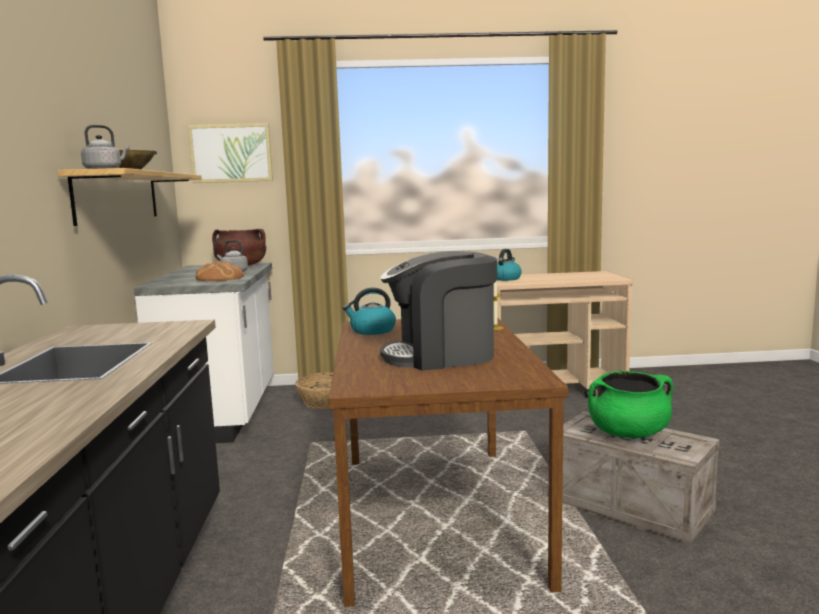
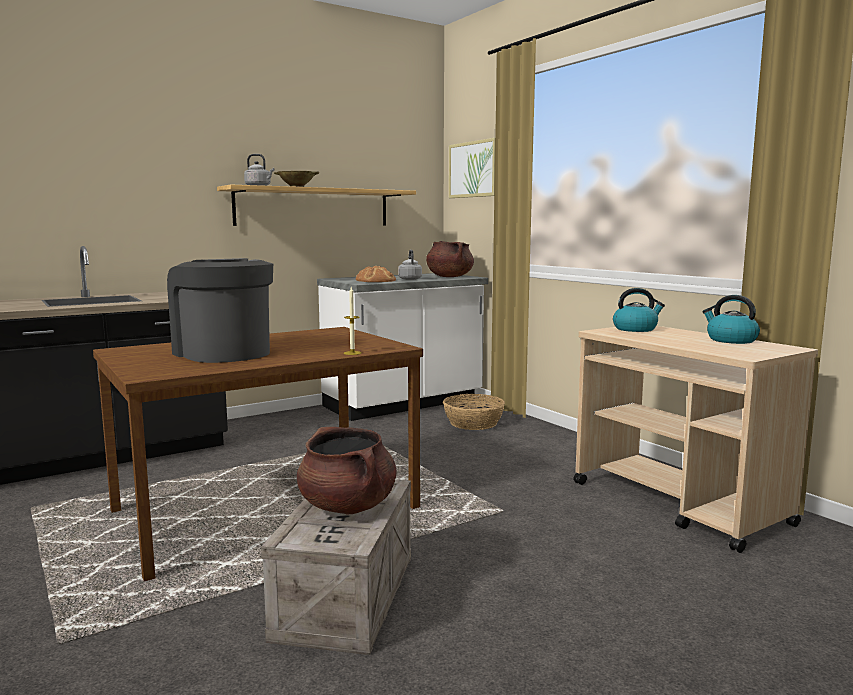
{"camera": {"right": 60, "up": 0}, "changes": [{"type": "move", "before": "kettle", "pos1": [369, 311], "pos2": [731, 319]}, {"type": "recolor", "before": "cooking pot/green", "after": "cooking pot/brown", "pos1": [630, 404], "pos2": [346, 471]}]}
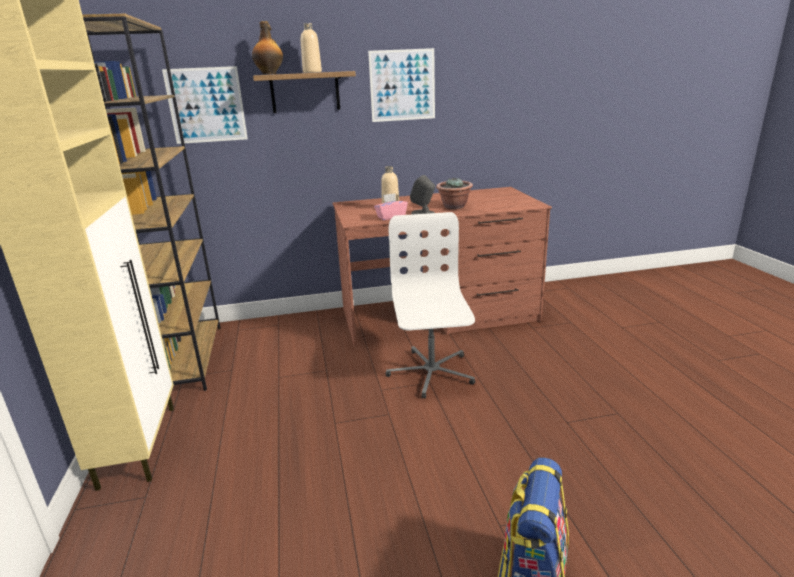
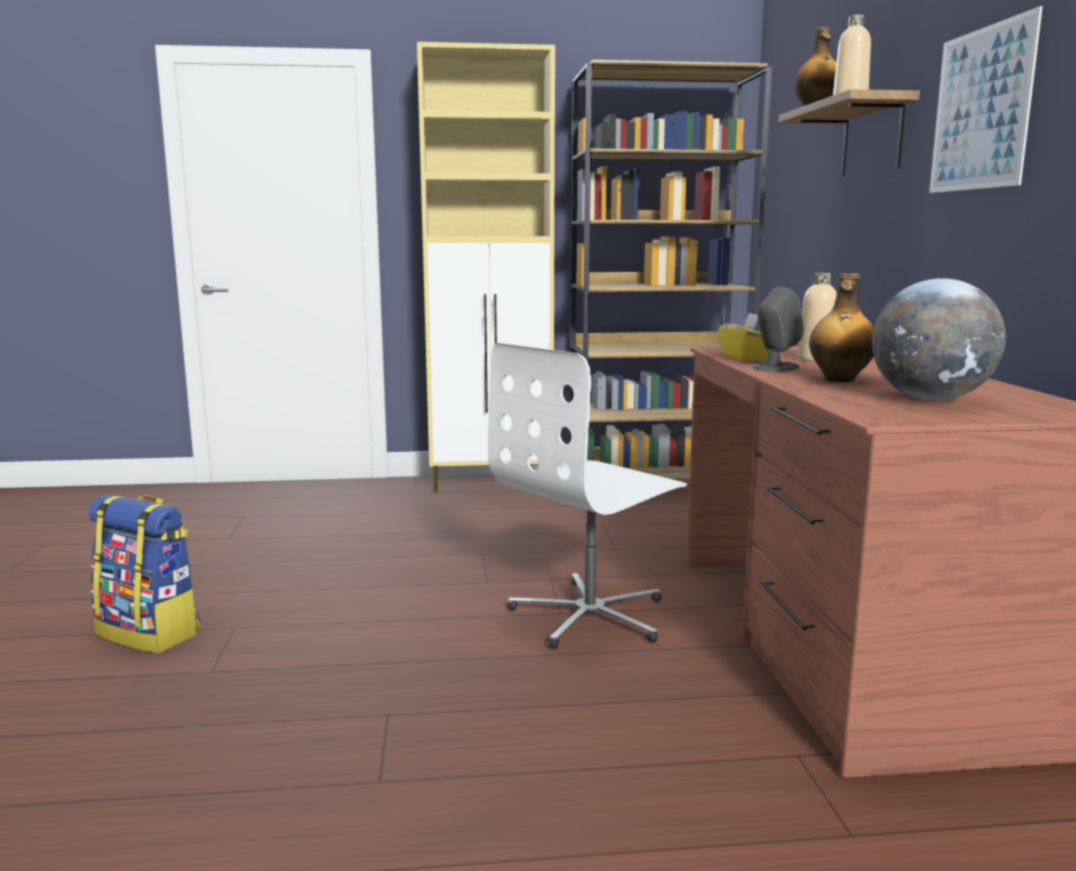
{"camera": {"right": 95, "up": -10}, "changes": [{"type": "delete", "before": "picture", "pos1": [205, 105]}, {"type": "insert", "after": "globe", "pos2": [939, 339]}, {"type": "replace", "before": "potted plant", "after": "bottle", "pos1": [454, 193], "pos2": [841, 327]}, {"type": "recolor", "before": "tissue box/pink", "after": "tissue box/yellow", "pos1": [391, 206], "pos2": [744, 337]}, {"type": "rotate", "before": "office chair/white", "pos1": [430, 305], "pos2": [587, 496], "turn": 135}]}
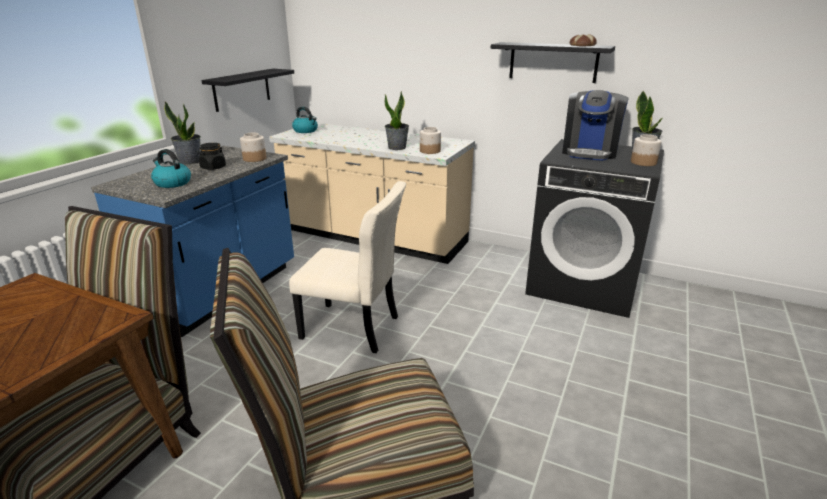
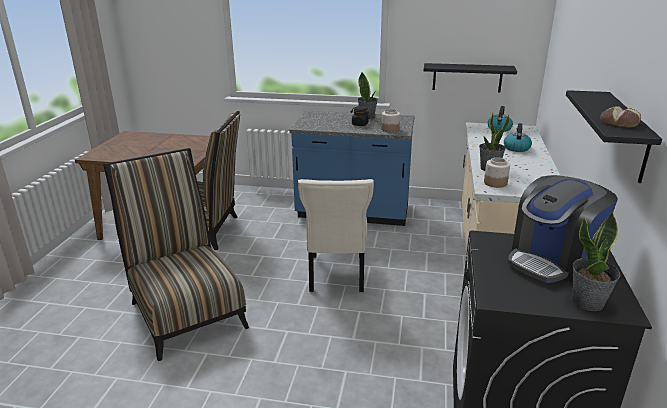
{"camera": {"right": 75, "up": 0}, "changes": [{"type": "delete", "before": "jar", "pos1": [646, 150]}, {"type": "move", "before": "kettle", "pos1": [171, 168], "pos2": [518, 137]}, {"type": "rotate", "before": "coffee machine", "pos1": [595, 125], "pos2": [563, 229], "turn": -45}]}
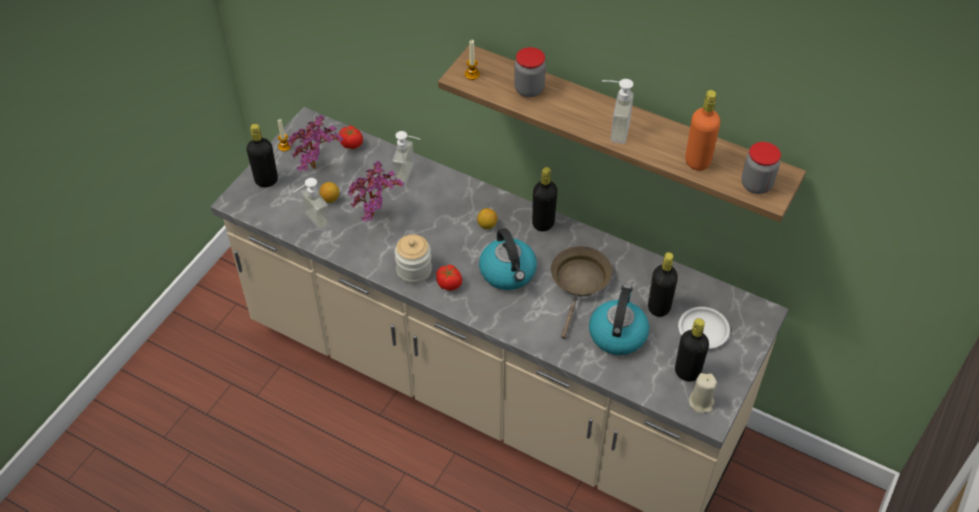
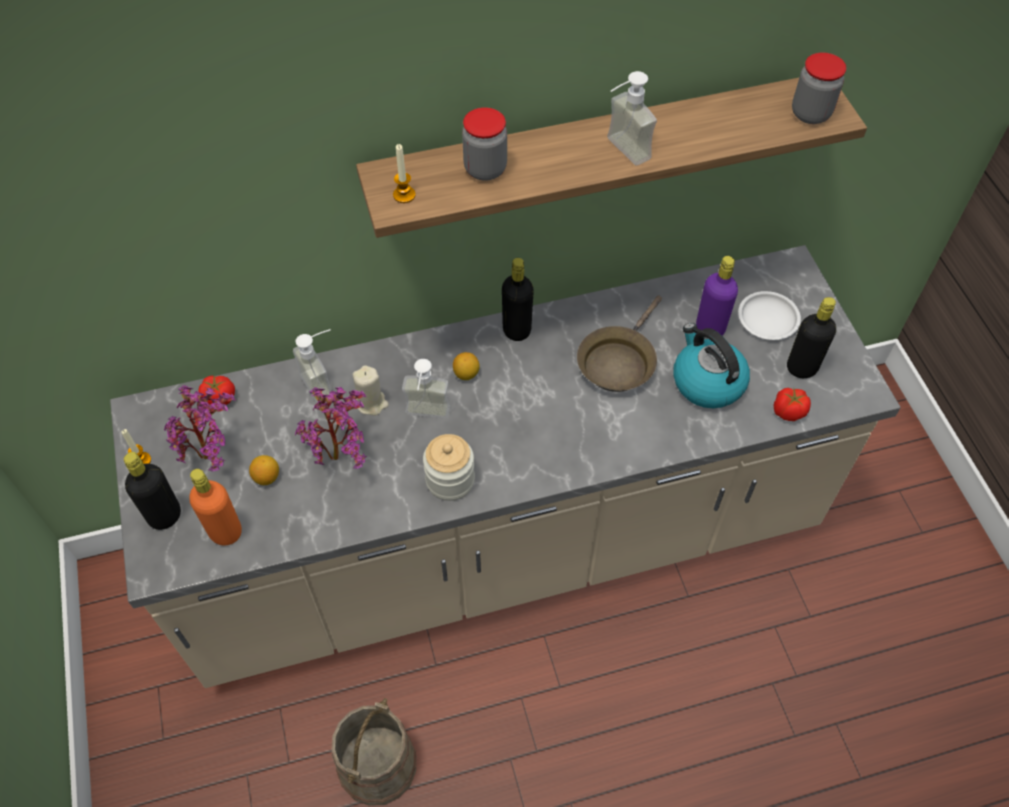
{"camera": {"right": -45, "up": 5}, "changes": [{"type": "delete", "before": "kettle", "pos1": [508, 259]}, {"type": "insert", "after": "bucket/beige", "pos2": [374, 752]}, {"type": "move", "before": "soap dispenser", "pos1": [312, 204], "pos2": [426, 389]}, {"type": "move", "before": "tomato", "pos1": [449, 278], "pos2": [792, 404]}, {"type": "move", "before": "bottle/orange", "pos1": [702, 130], "pos2": [215, 507]}, {"type": "move", "before": "candle/beige", "pos1": [703, 393], "pos2": [371, 390]}, {"type": "recolor", "before": "bottle/black", "after": "bottle/purple", "pos1": [663, 284], "pos2": [717, 296]}, {"type": "rotate", "before": "frying pan/brown", "pos1": [581, 292], "pos2": [619, 343], "turn": -120}]}
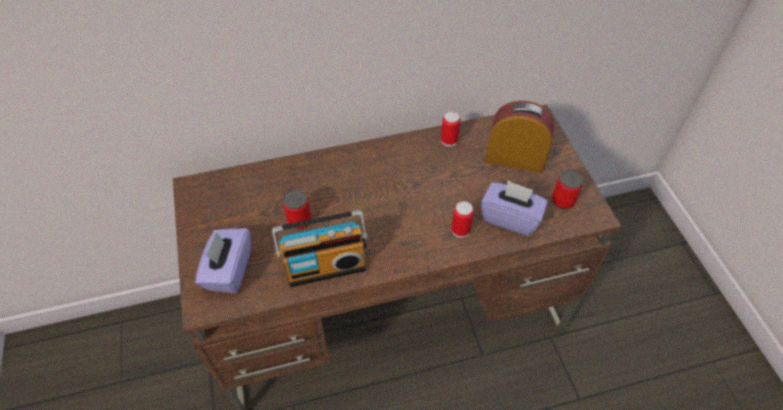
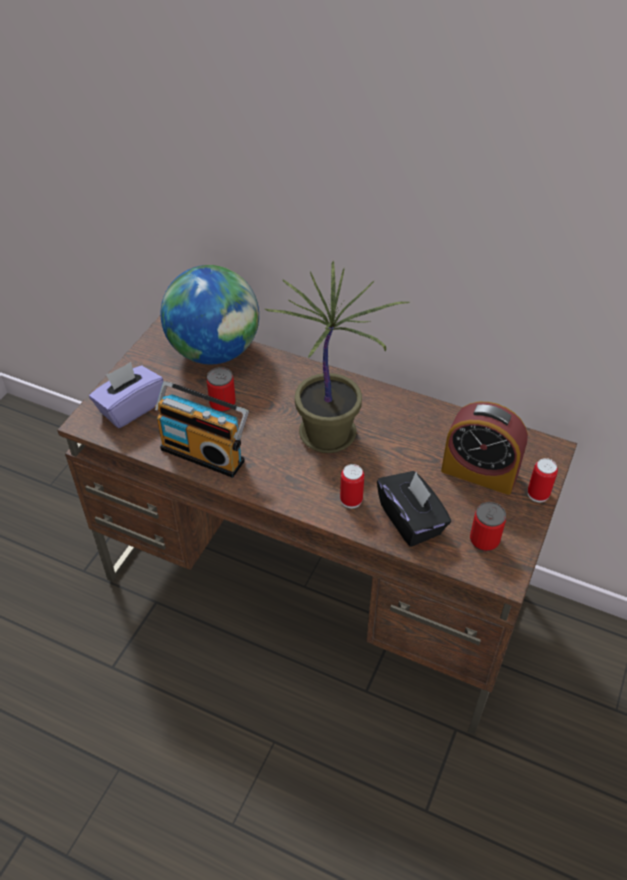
{"camera": {"right": 40, "up": -5}, "changes": [{"type": "insert", "after": "globe", "pos2": [209, 314]}, {"type": "insert", "after": "potted plant", "pos2": [337, 357]}, {"type": "move", "before": "can", "pos1": [450, 129], "pos2": [543, 480]}, {"type": "recolor", "before": "tissue box/purple", "after": "tissue box/black", "pos1": [514, 208], "pos2": [414, 509]}, {"type": "rotate", "before": "alarm clock", "pos1": [520, 136], "pos2": [484, 448], "turn": 150}]}
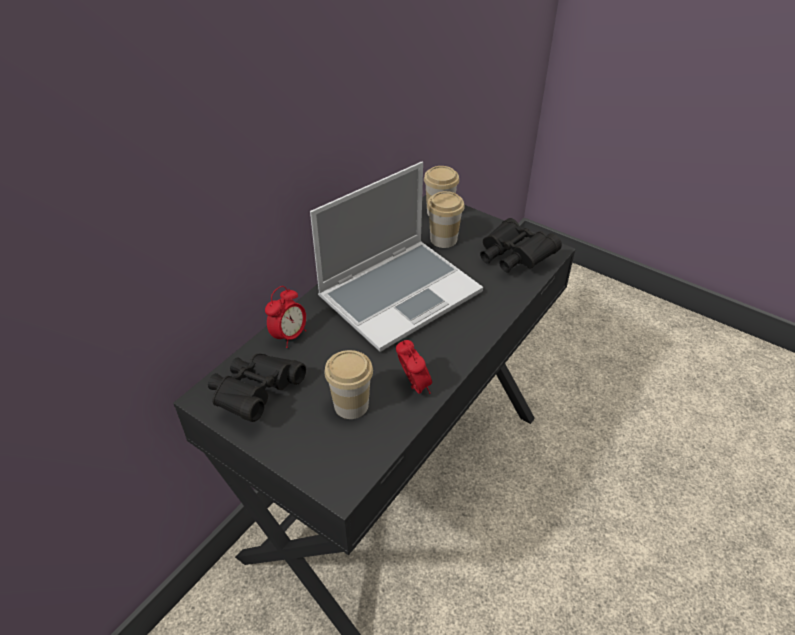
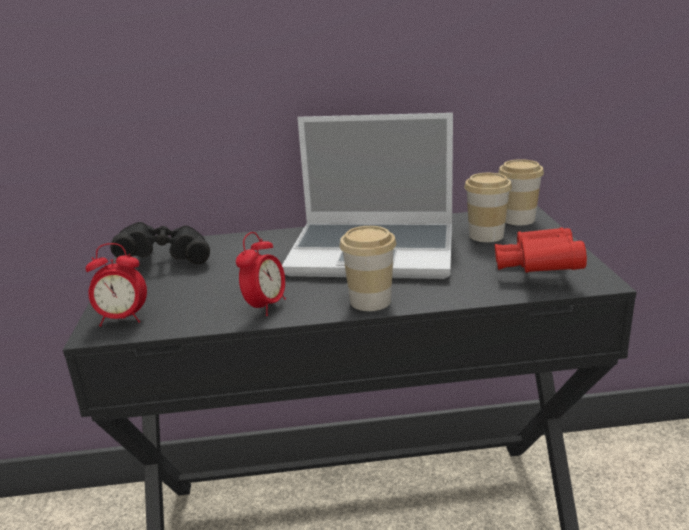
{"camera": {"right": 50, "up": -20}, "changes": [{"type": "move", "before": "alarm clock", "pos1": [286, 317], "pos2": [116, 285]}, {"type": "move", "before": "cup", "pos1": [348, 384], "pos2": [368, 268]}, {"type": "recolor", "before": "binoculars/black", "after": "binoculars/red", "pos1": [521, 245], "pos2": [541, 250]}]}
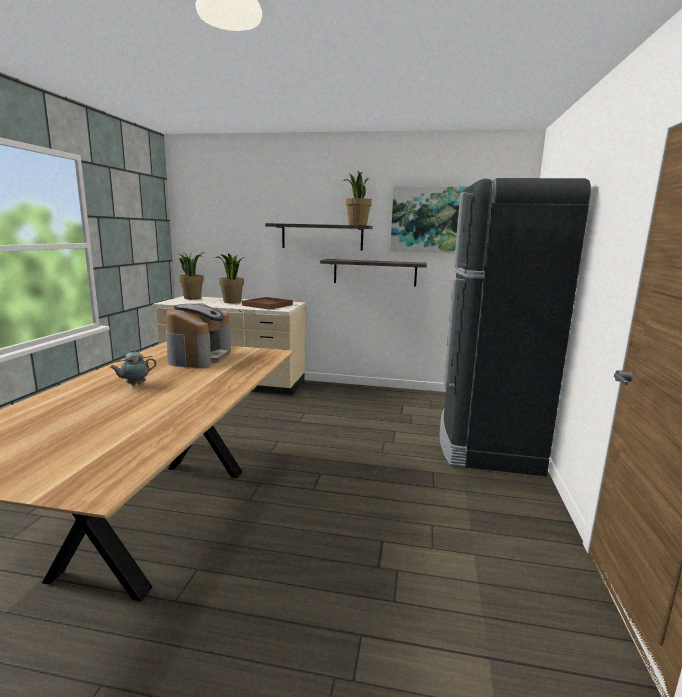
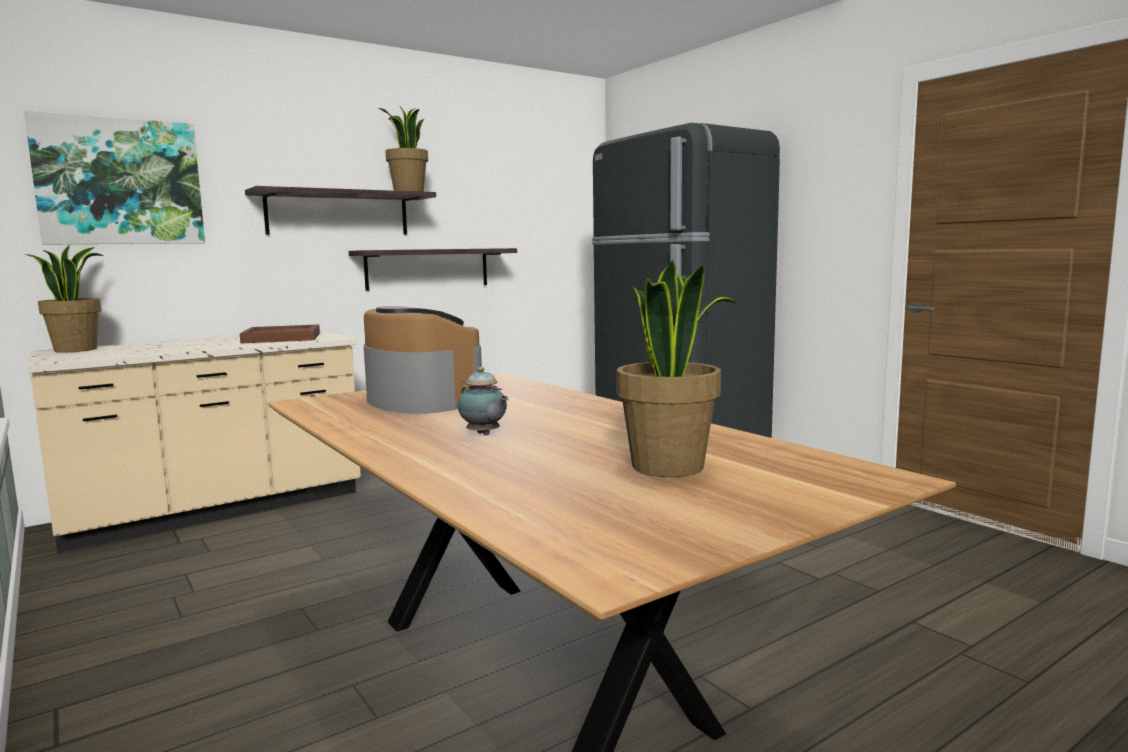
{"camera": {"right": -45, "up": -5}, "changes": [{"type": "move", "before": "potted plant", "pos1": [230, 278], "pos2": [677, 368]}, {"type": "move", "before": "picture", "pos1": [429, 219], "pos2": [114, 178]}, {"type": "rotate", "before": "teapot", "pos1": [132, 367], "pos2": [483, 401], "turn": -45}]}
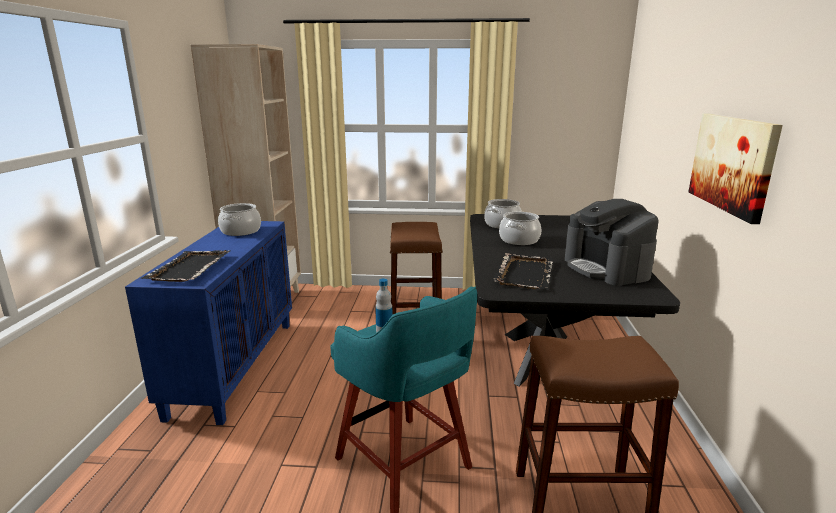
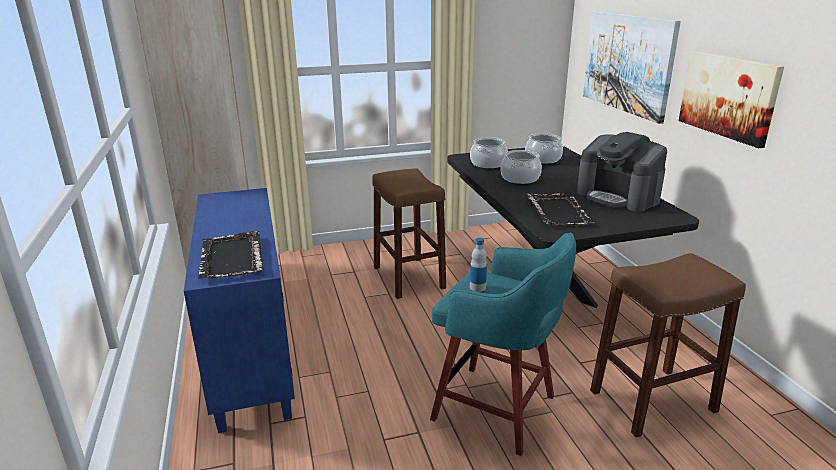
{"camera": {"right": -20, "up": 5}, "changes": [{"type": "insert", "after": "picture", "pos2": [632, 67]}, {"type": "move", "before": "cooking pot", "pos1": [239, 219], "pos2": [544, 148]}]}
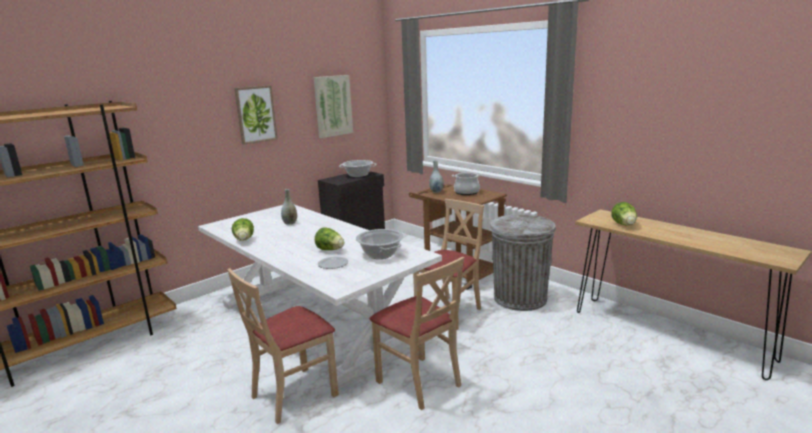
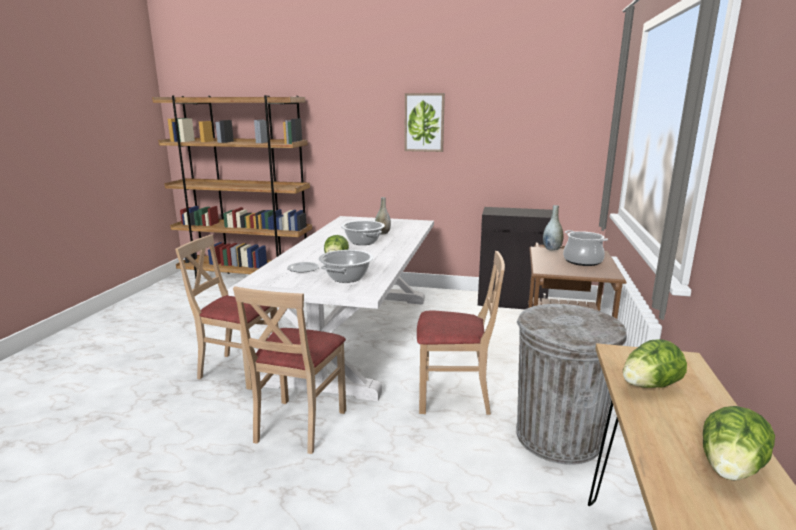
{"camera": {"right": 55, "up": 0}, "changes": [{"type": "delete", "before": "picture", "pos1": [333, 106]}, {"type": "move", "before": "lettuce", "pos1": [243, 229], "pos2": [739, 443]}, {"type": "move", "before": "cooking pot", "pos1": [357, 168], "pos2": [363, 233]}]}
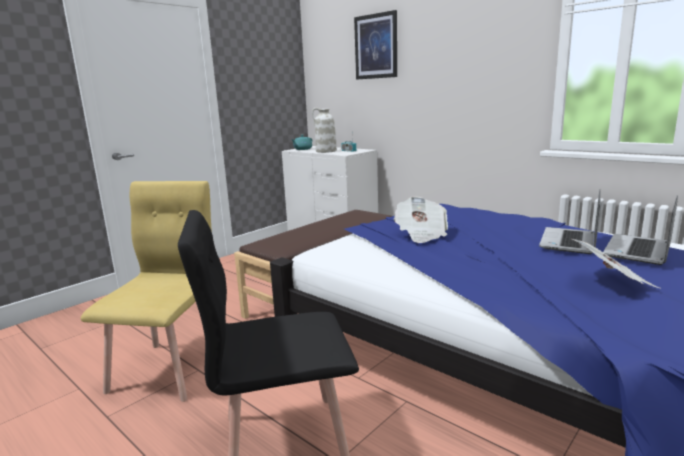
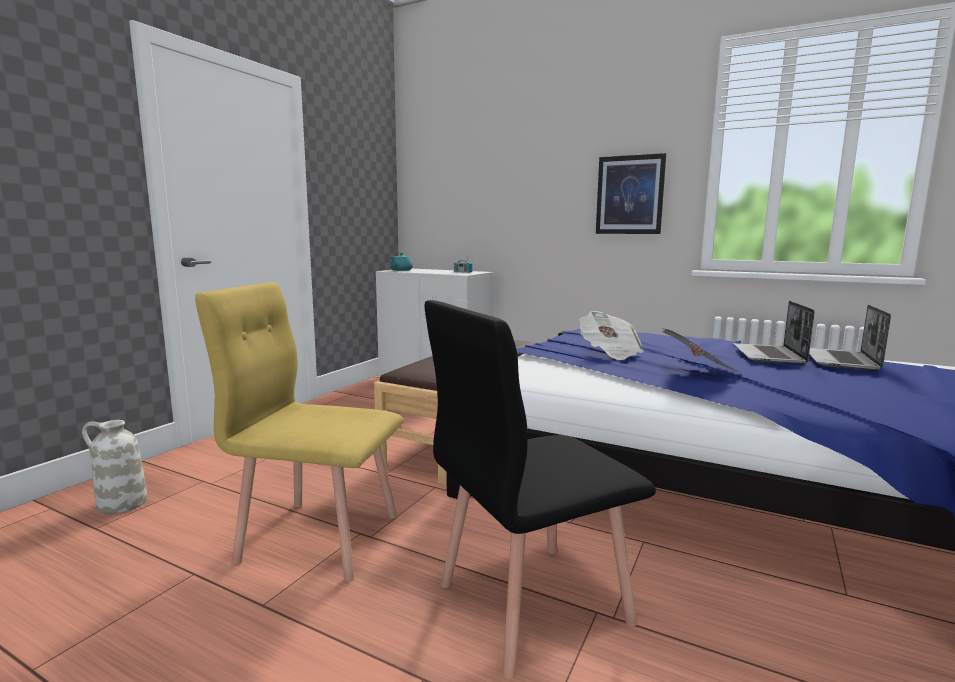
{"camera": {"right": -15, "up": -5}, "changes": [{"type": "move", "before": "vase/white", "pos1": [324, 130], "pos2": [114, 467]}, {"type": "move", "before": "picture", "pos1": [375, 44], "pos2": [631, 193]}, {"type": "move", "before": "newspaper", "pos1": [616, 263], "pos2": [701, 350]}, {"type": "rotate", "before": "chair/yellow", "pos1": [146, 291], "pos2": [299, 431], "turn": -75}]}
